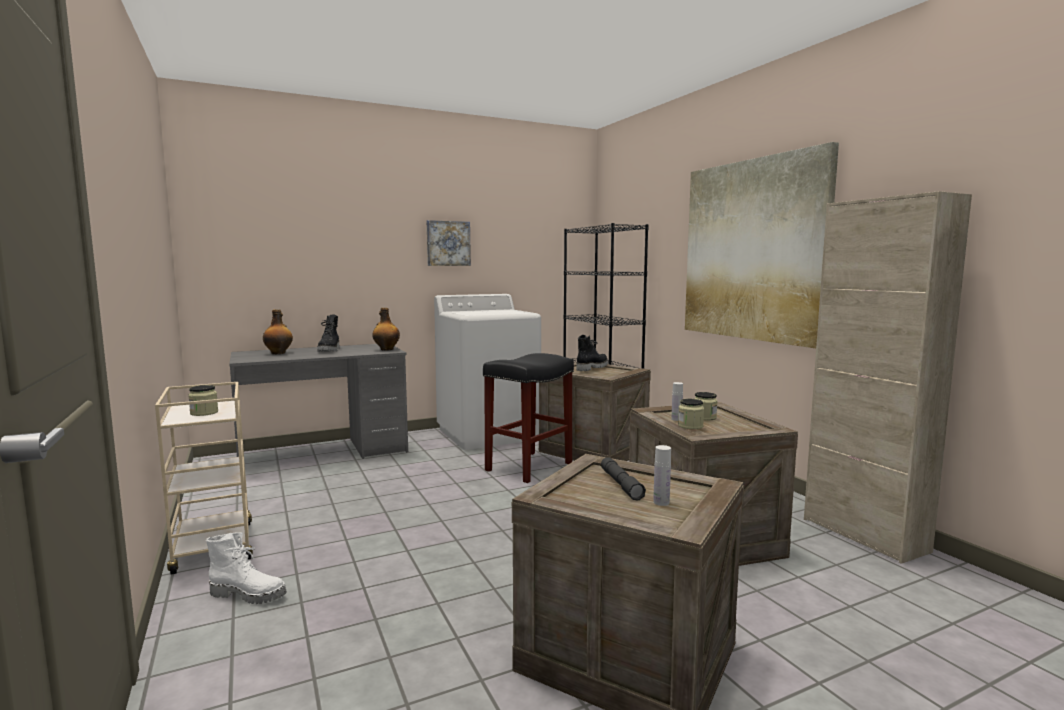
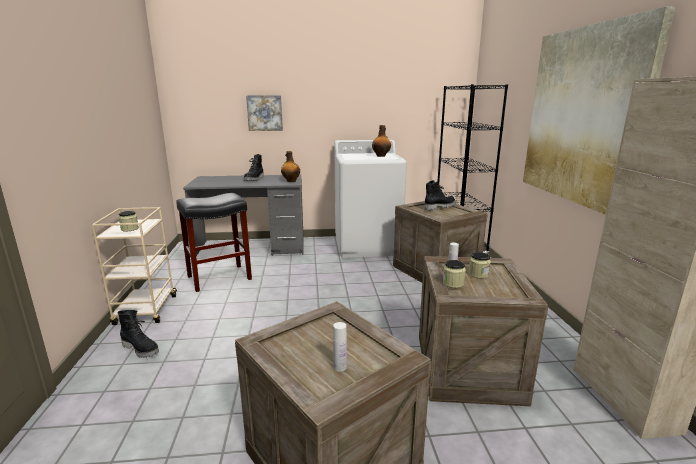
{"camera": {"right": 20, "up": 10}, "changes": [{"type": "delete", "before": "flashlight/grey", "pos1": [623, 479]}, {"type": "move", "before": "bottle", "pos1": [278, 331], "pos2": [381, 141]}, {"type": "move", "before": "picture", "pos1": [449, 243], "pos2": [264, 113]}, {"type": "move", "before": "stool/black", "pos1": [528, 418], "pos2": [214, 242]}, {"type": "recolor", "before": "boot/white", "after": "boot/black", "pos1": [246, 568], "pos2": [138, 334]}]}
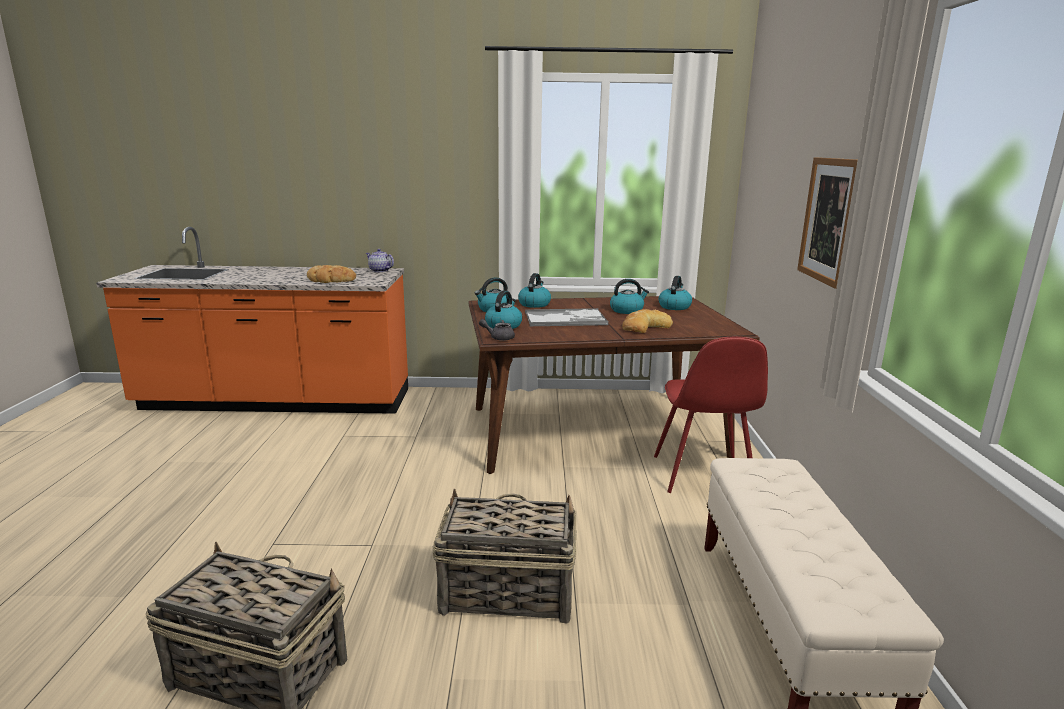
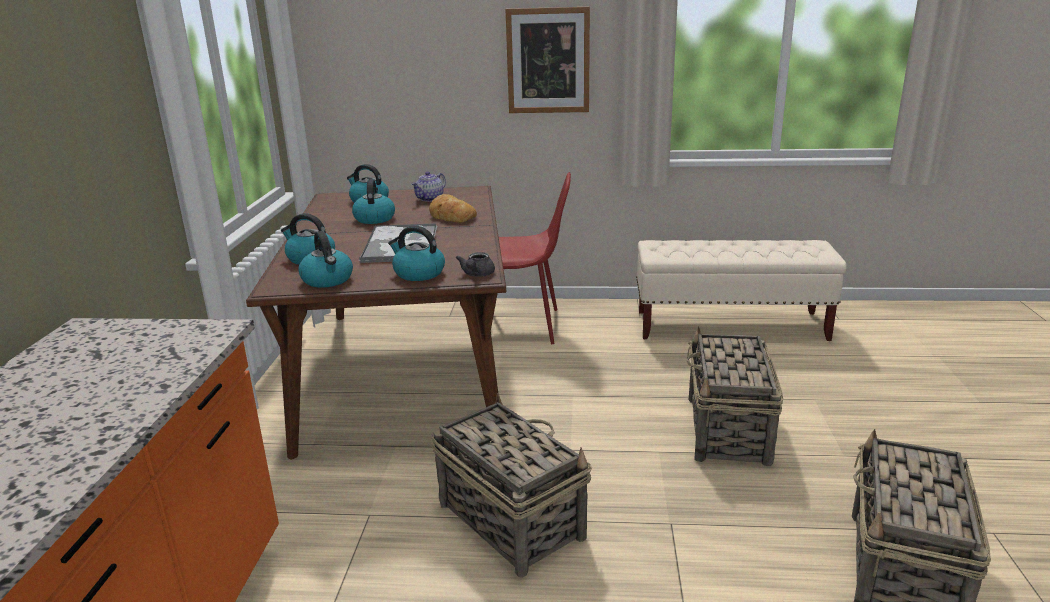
{"camera": {"right": -85, "up": 5}, "changes": [{"type": "delete", "before": "bread", "pos1": [331, 274]}, {"type": "insert", "after": "basket", "pos2": [512, 485]}, {"type": "move", "before": "teapot", "pos1": [380, 260], "pos2": [428, 186]}]}
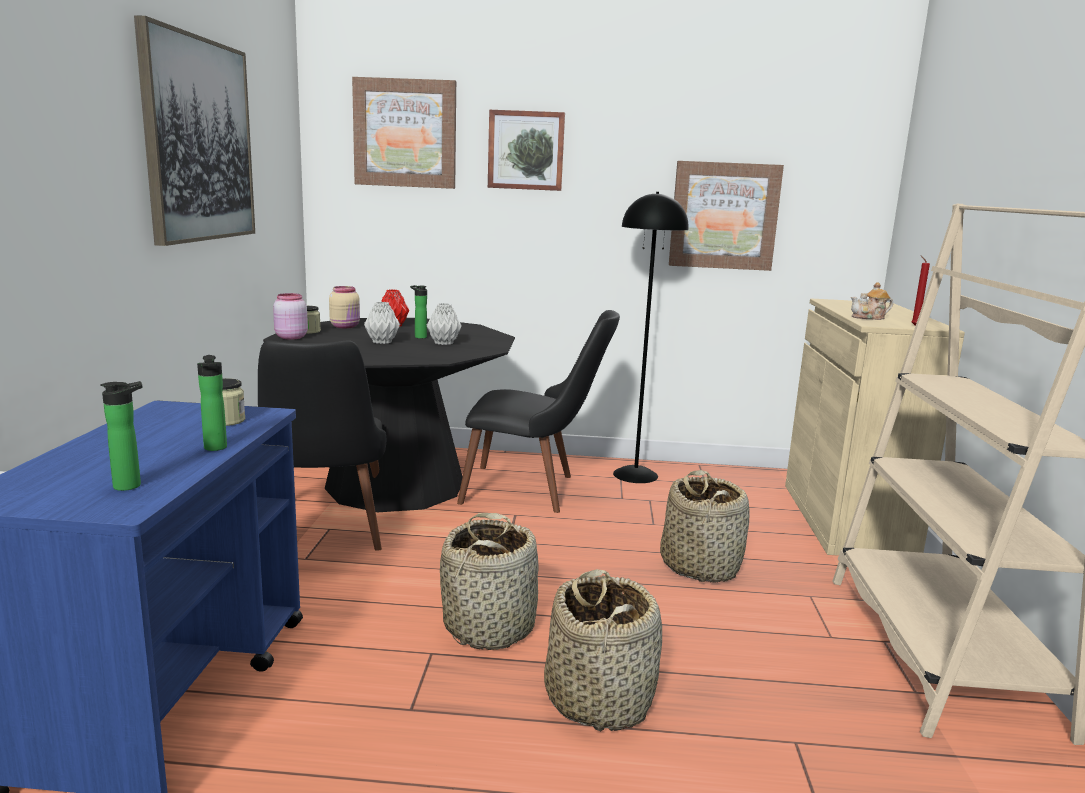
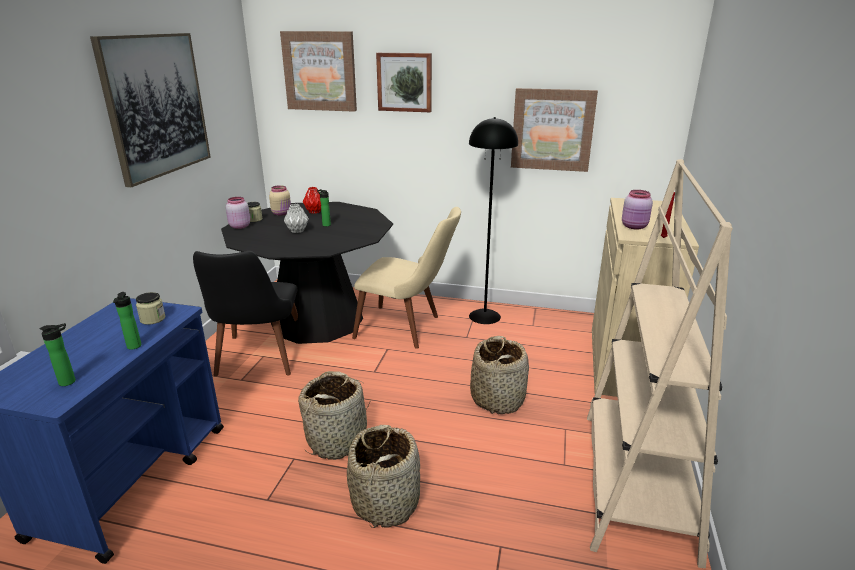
{"camera": {"right": 10, "up": 10}, "changes": [{"type": "delete", "before": "vase/grey", "pos1": [444, 324]}, {"type": "replace", "before": "teapot", "after": "jar/pink", "pos1": [872, 301], "pos2": [637, 209]}, {"type": "recolor", "before": "chair/black", "after": "chair/beige", "pos1": [538, 411], "pos2": [406, 278]}]}
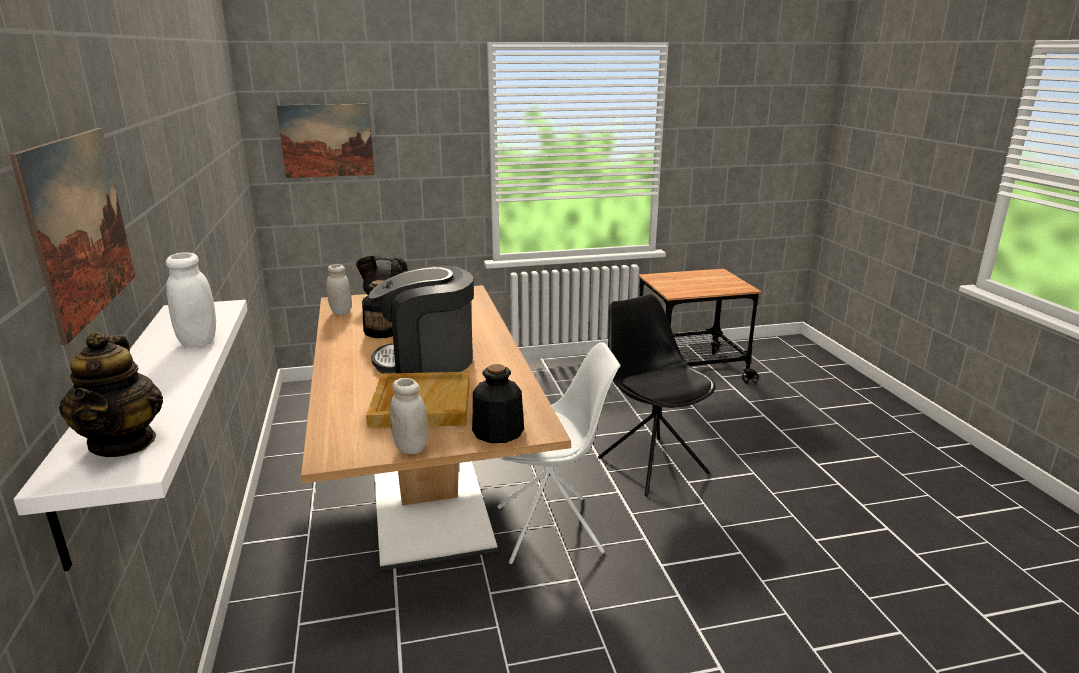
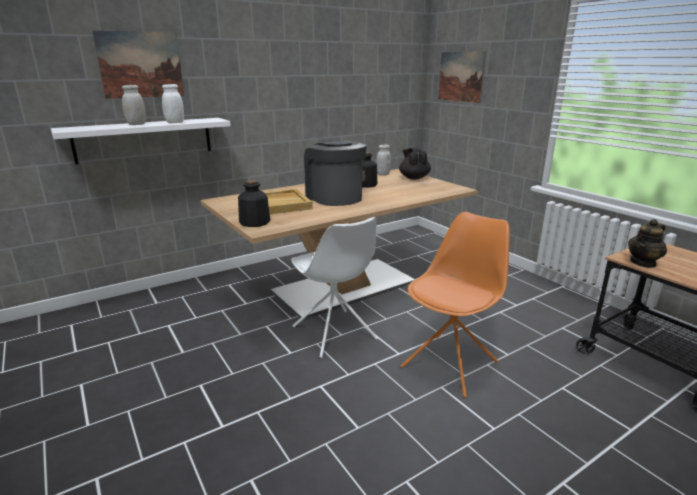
{"camera": {"right": 70, "up": 0}, "changes": [{"type": "move", "before": "teapot", "pos1": [111, 394], "pos2": [647, 243]}, {"type": "move", "before": "jar/white", "pos1": [409, 416], "pos2": [134, 105]}, {"type": "recolor", "before": "chair/black", "after": "chair/orange", "pos1": [657, 395], "pos2": [455, 304]}]}
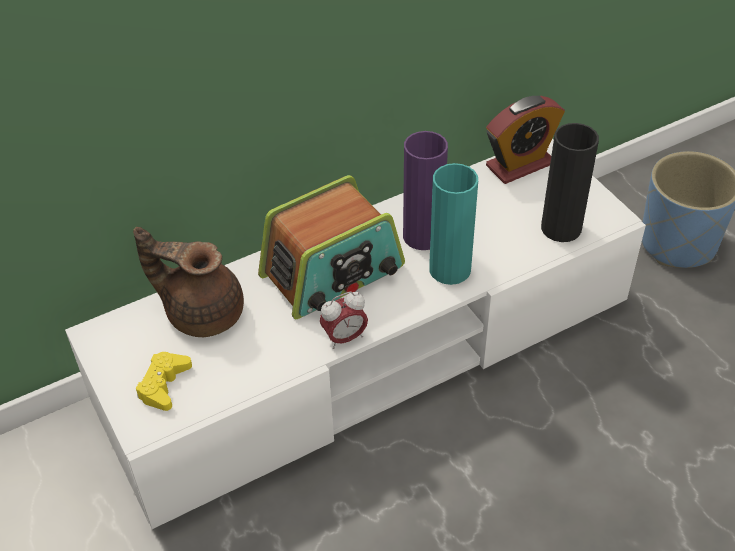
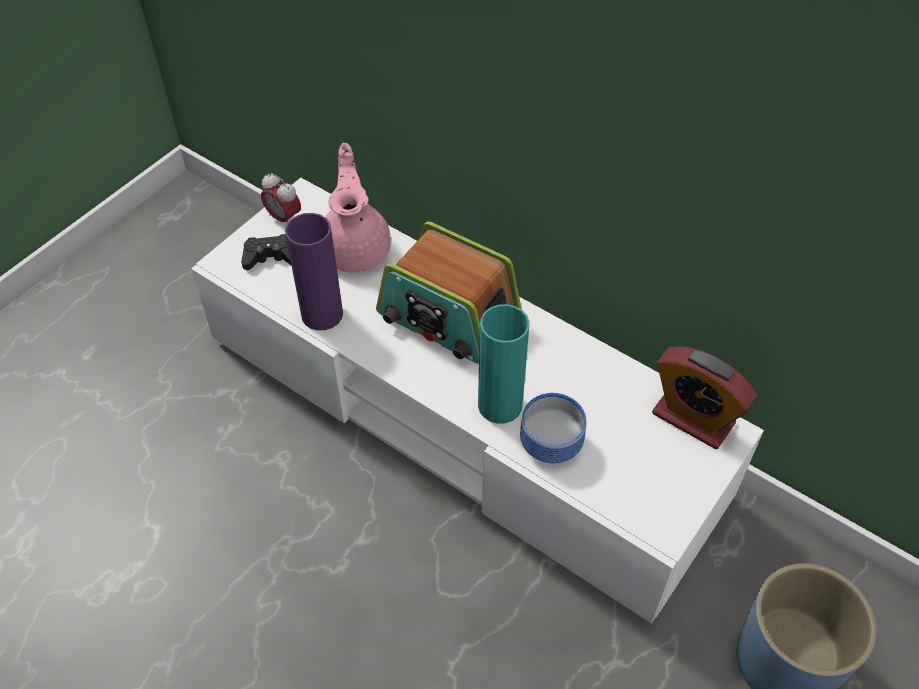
{"camera": {"right": 65, "up": 5}, "changes": [{"type": "delete", "before": "vase/black", "pos1": [570, 182]}, {"type": "insert", "after": "bowl", "pos2": [553, 428]}, {"type": "move", "before": "alarm clock", "pos1": [344, 320], "pos2": [281, 198]}, {"type": "move", "before": "vase/purple", "pos1": [425, 190], "pos2": [314, 271]}, {"type": "recolor", "before": "teapot/brown", "after": "teapot/pink", "pos1": [188, 282], "pos2": [358, 207]}, {"type": "recolor", "before": "game controller/yellow", "after": "game controller/black", "pos1": [164, 381], "pos2": [266, 252]}]}
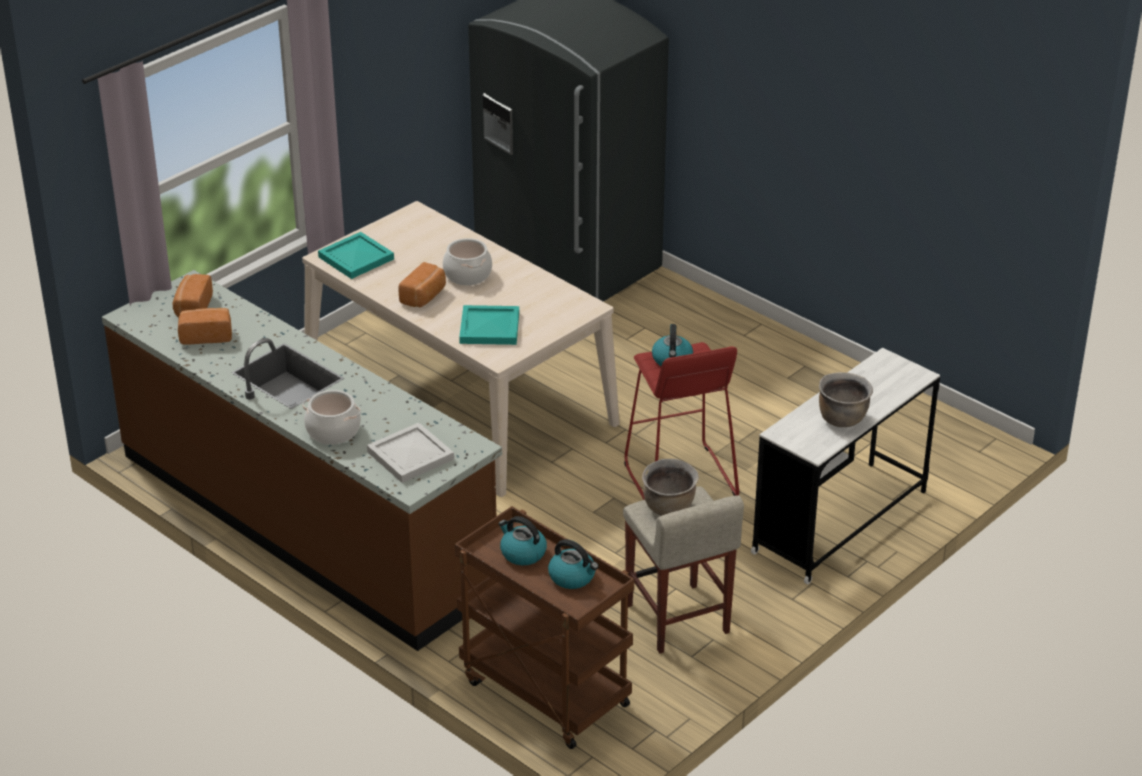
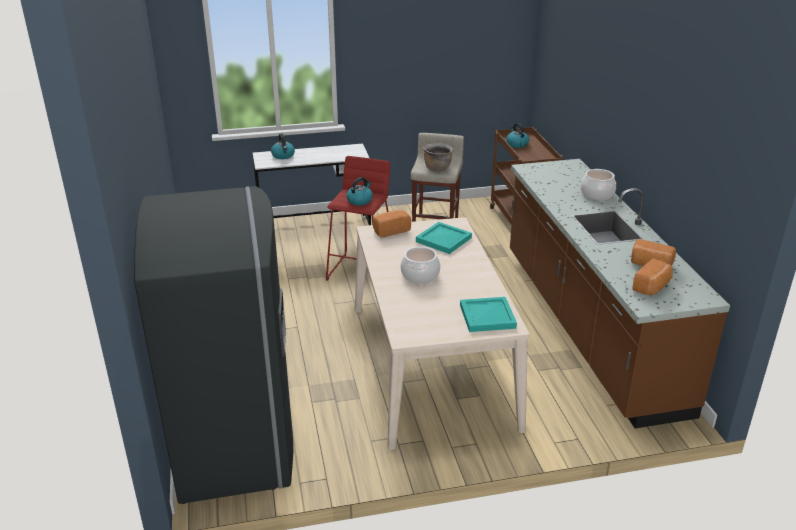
{"camera": {"right": -145, "up": -5}, "changes": [{"type": "delete", "before": "tray/white", "pos1": [410, 453]}, {"type": "delete", "before": "cooking pot/brown", "pos1": [846, 399]}, {"type": "move", "before": "bread", "pos1": [422, 285], "pos2": [392, 223]}, {"type": "move", "before": "kettle", "pos1": [522, 540], "pos2": [283, 146]}]}
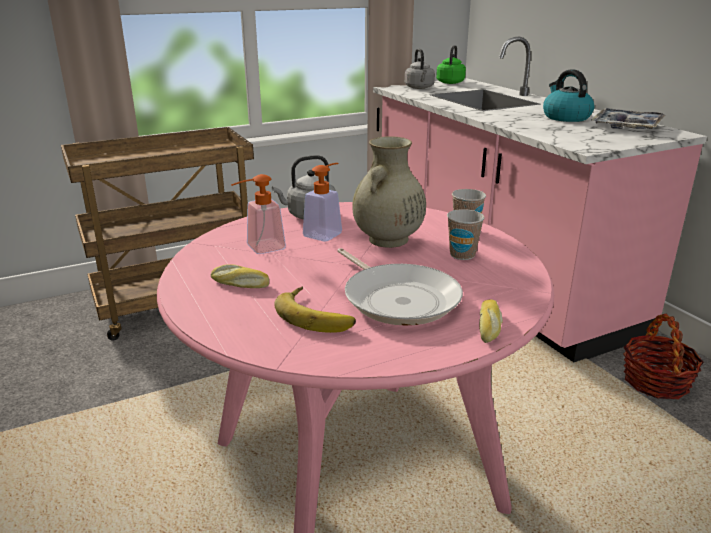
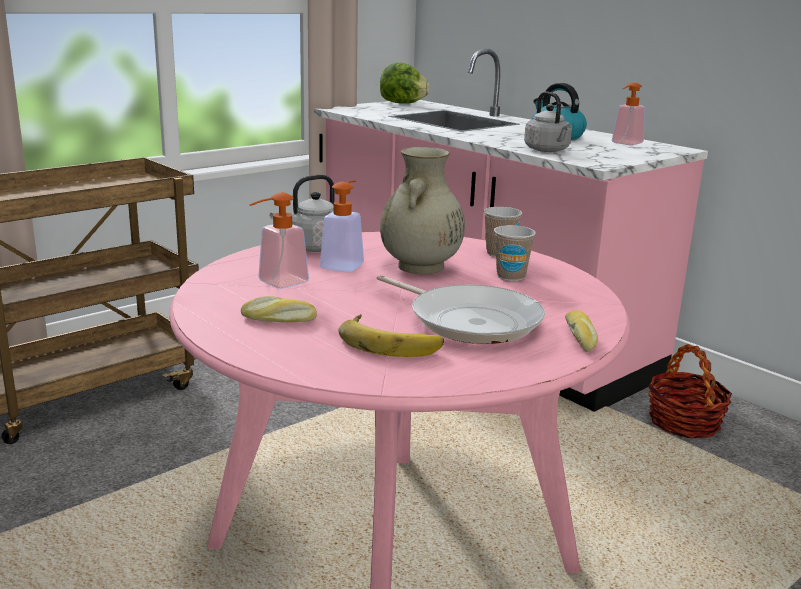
{"camera": {"right": -15, "up": -5}, "changes": [{"type": "move", "before": "kettle/grey", "pos1": [420, 68], "pos2": [548, 121]}, {"type": "replace", "before": "kettle/green", "after": "lettuce", "pos1": [451, 64], "pos2": [405, 83]}, {"type": "replace", "before": "tray", "after": "soap dispenser", "pos1": [628, 118], "pos2": [628, 114]}]}
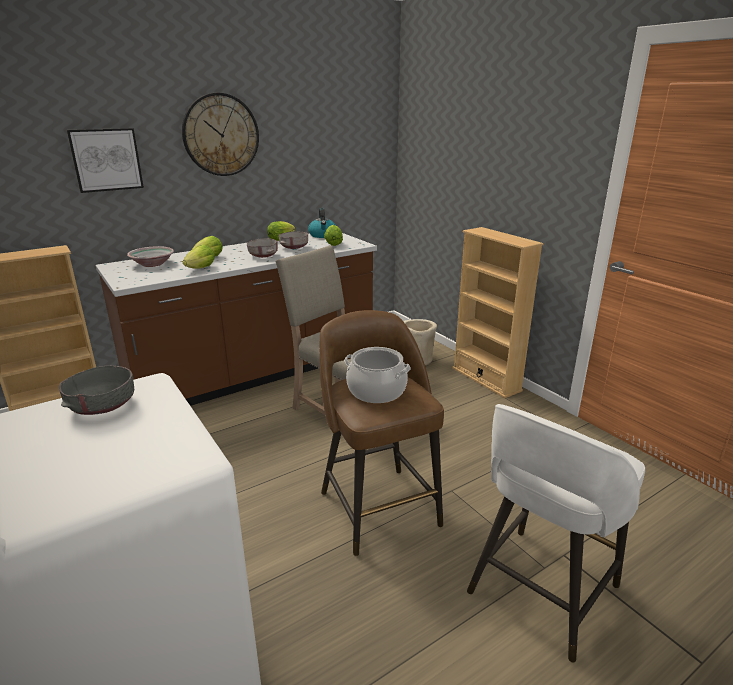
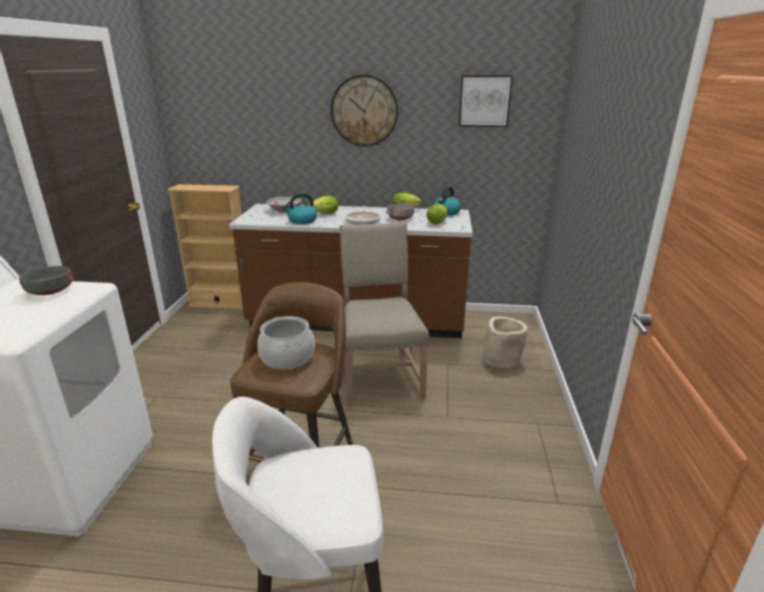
{"camera": {"right": 40, "up": 0}, "changes": [{"type": "delete", "before": "bookcase/beige", "pos1": [498, 312]}, {"type": "move", "before": "picture", "pos1": [105, 160], "pos2": [486, 101]}, {"type": "replace", "before": "lettuce", "after": "kettle", "pos1": [199, 257], "pos2": [300, 208]}, {"type": "replace", "before": "bowl/grey", "after": "frying pan", "pos1": [262, 248], "pos2": [363, 215]}]}
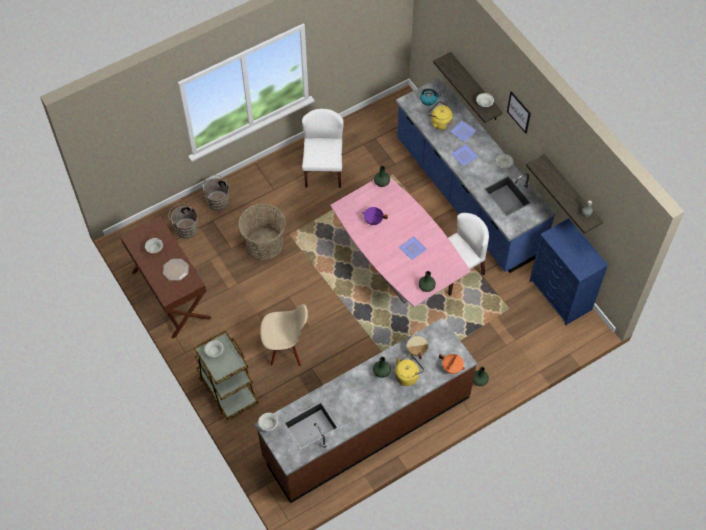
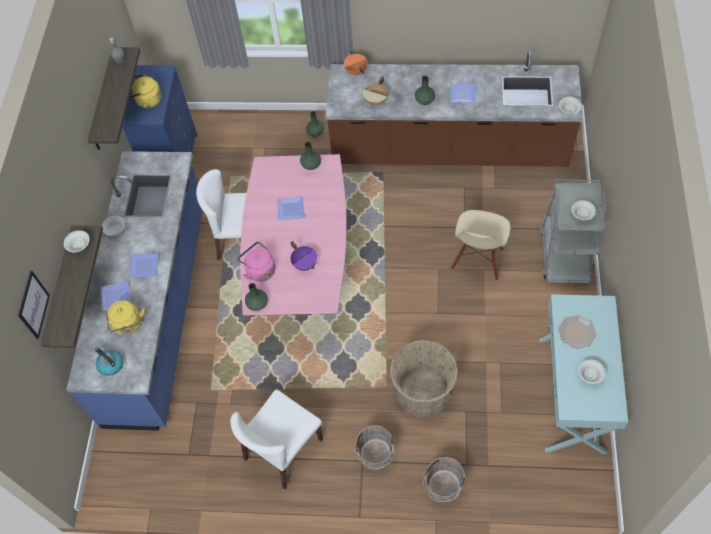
{"camera": {"right": -140, "up": 0}, "changes": [{"type": "insert", "after": "kettle/pink", "pos2": [256, 262]}, {"type": "insert", "after": "plate", "pos2": [463, 93]}, {"type": "move", "before": "bucket/brown", "pos1": [183, 221], "pos2": [375, 447]}, {"type": "move", "before": "kettle/yellow", "pos1": [409, 370], "pos2": [145, 91]}, {"type": "move", "before": "picture", "pos1": [519, 112], "pos2": [34, 305]}, {"type": "recolor", "before": "console table/brown", "after": "console table/turquoise", "pos1": [166, 277], "pos2": [583, 374]}, {"type": "recolor", "before": "cart/brown", "after": "cart/grey", "pos1": [226, 375], "pos2": [573, 231]}, {"type": "rotate", "before": "chair/beige", "pos1": [284, 335], "pos2": [480, 245], "turn": -105}]}
